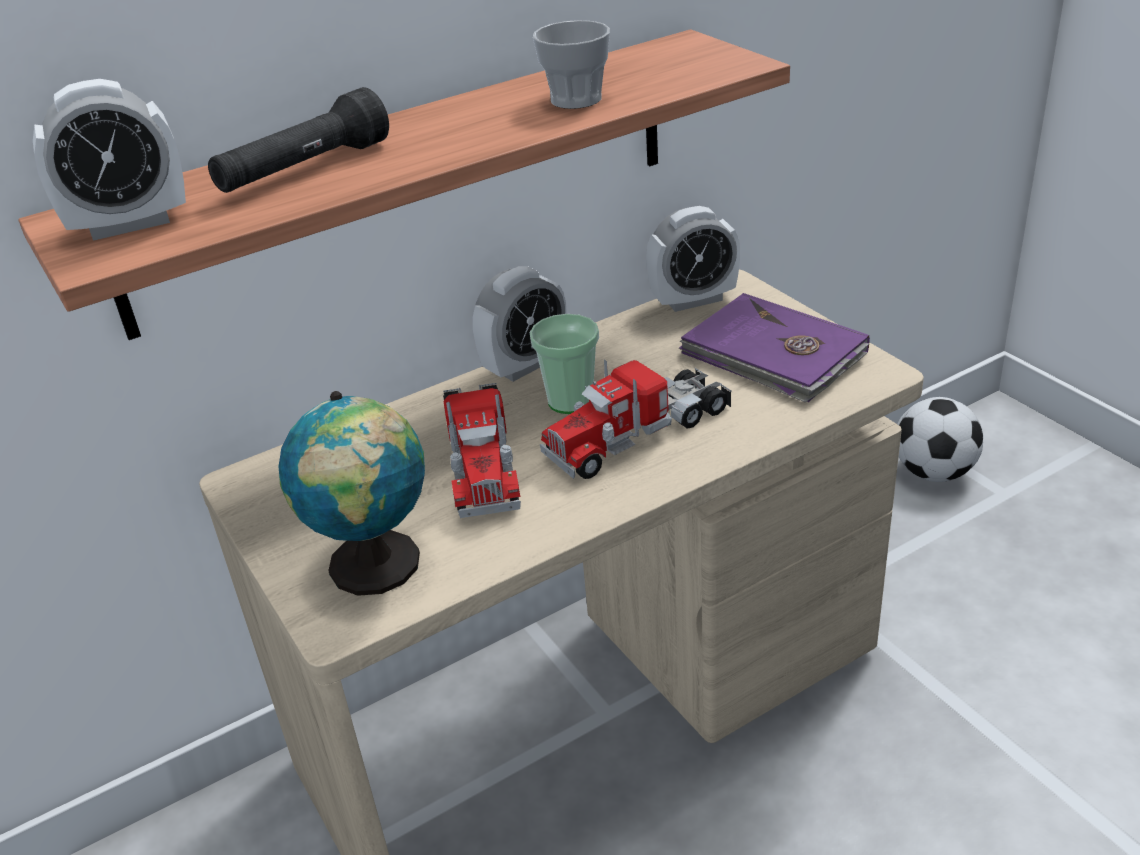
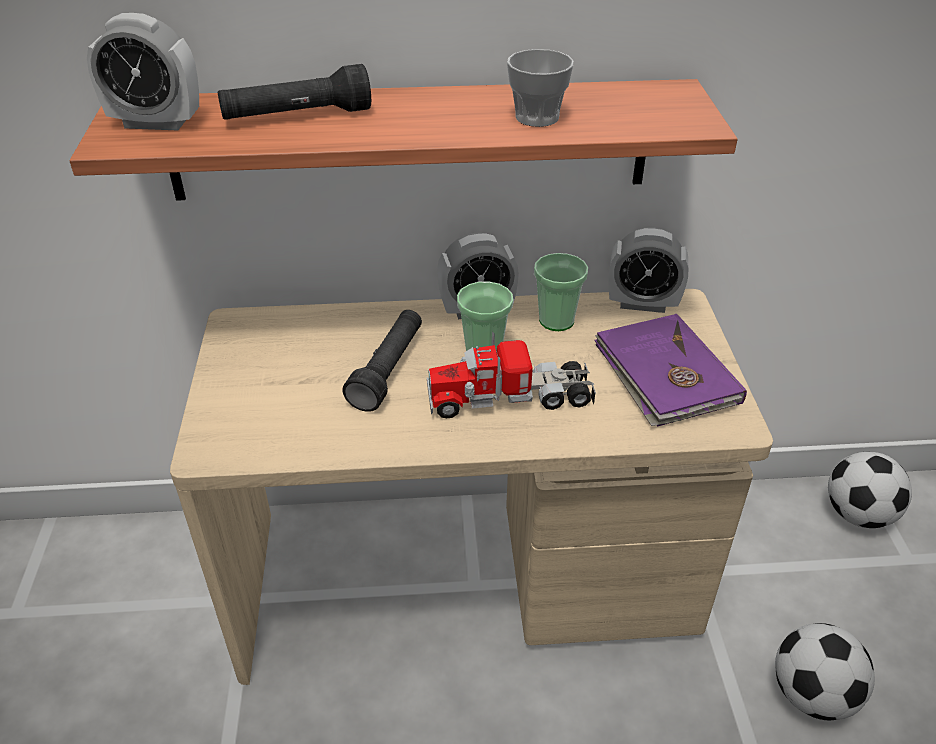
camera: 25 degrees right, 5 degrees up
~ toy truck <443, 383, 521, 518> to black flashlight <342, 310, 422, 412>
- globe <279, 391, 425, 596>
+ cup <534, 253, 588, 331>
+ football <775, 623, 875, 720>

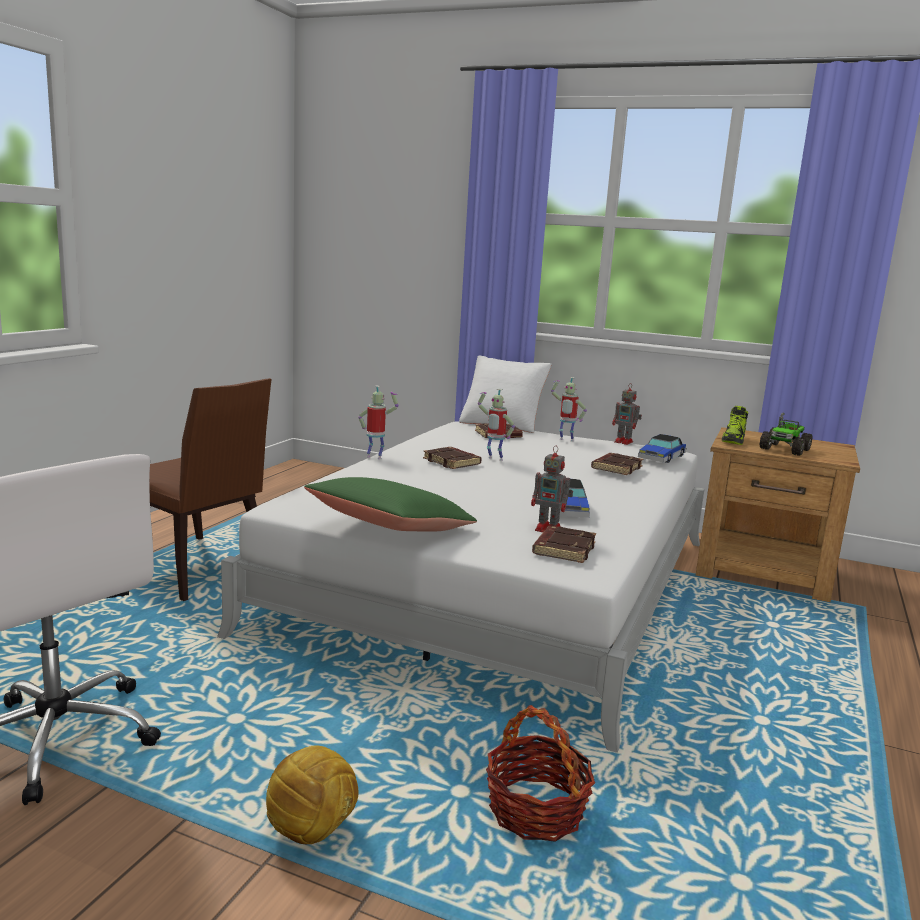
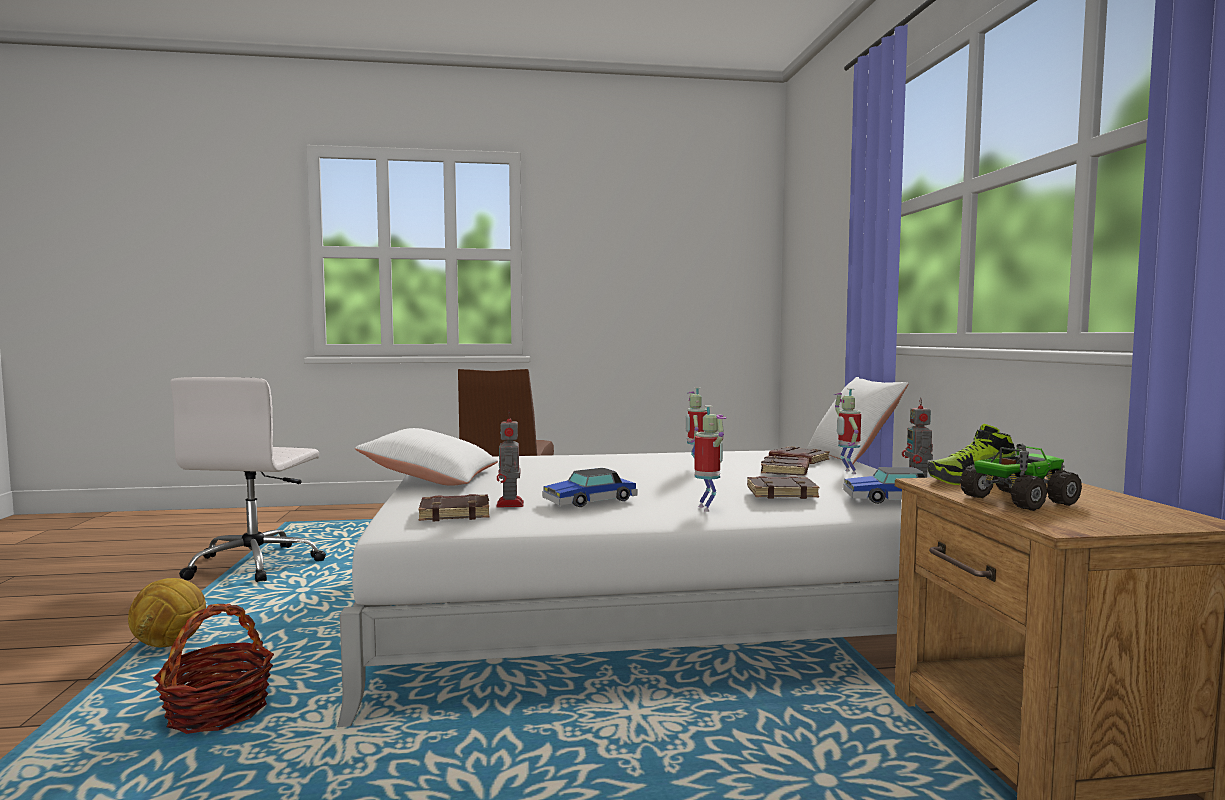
camera: 60 degrees right, 10 degrees down
~ toy robot <358, 385, 399, 459> to <694, 405, 727, 512>
~ toy truck <759, 413, 812, 456> = <960, 444, 1082, 511> 150 degrees clockwise
~ brown book <423, 447, 482, 469> to <761, 455, 809, 476>
~ green pillow <304, 477, 477, 532> to white pillow <355, 428, 498, 486>

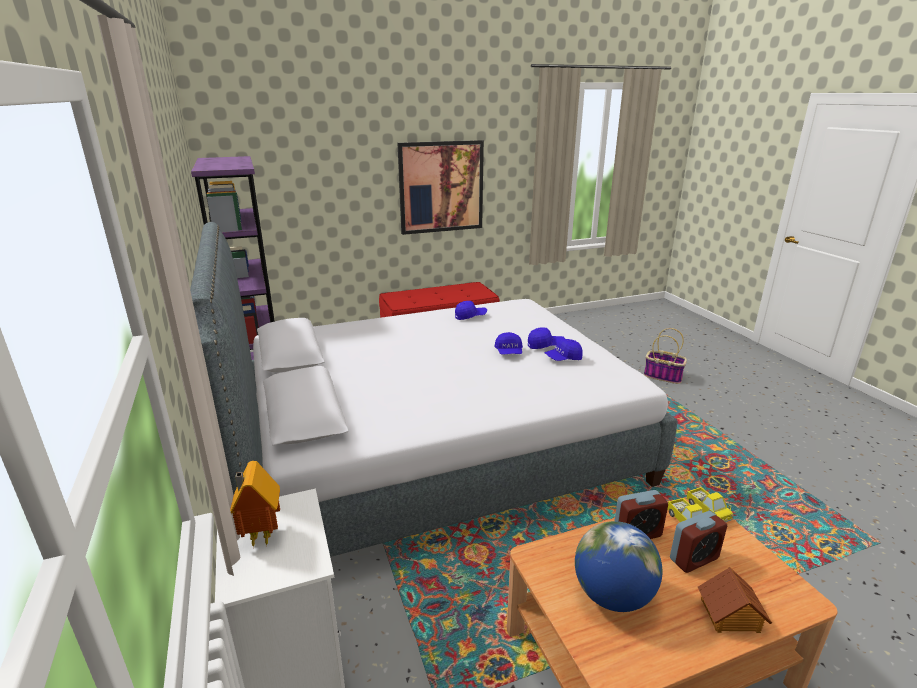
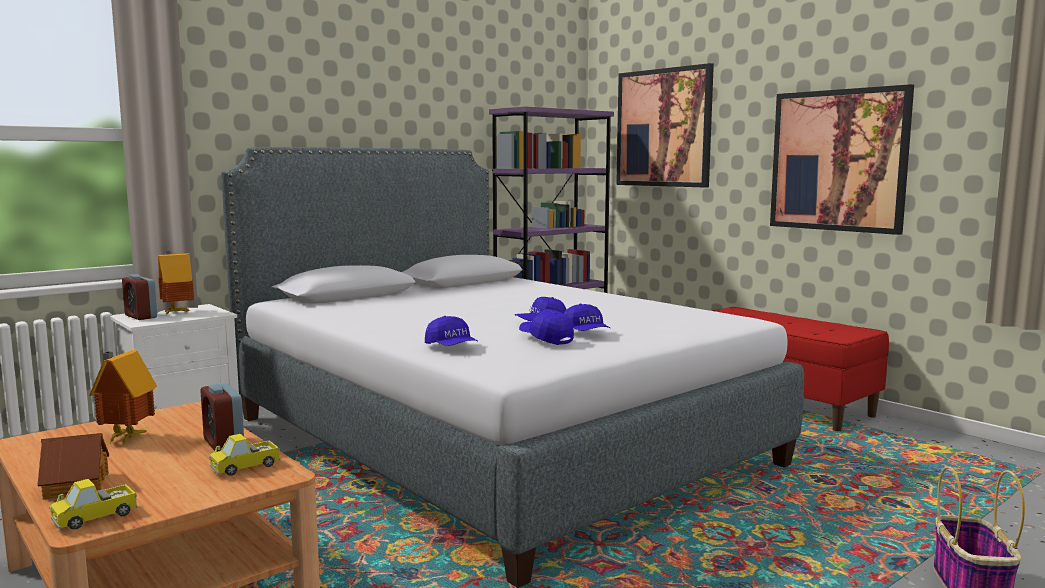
camera: 70 degrees right, 15 degrees down
~ blue cap <455, 301, 487, 320> to <425, 316, 478, 346>
~ toy truck <685, 487, 733, 522> to <50, 479, 138, 530>
~ alarm clock <670, 511, 727, 573> to <122, 274, 157, 320>
~ globe <575, 521, 662, 612> to toy house <89, 350, 157, 444>
+ picture <616, 63, 714, 188>

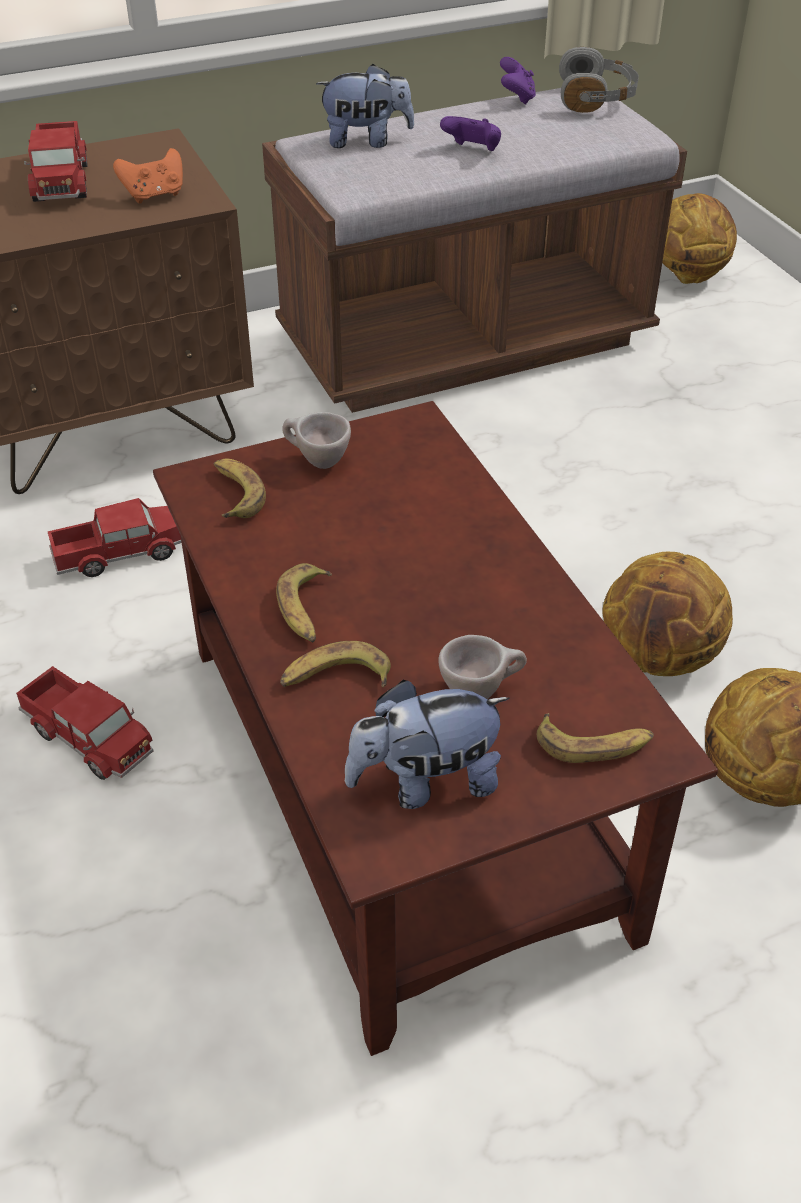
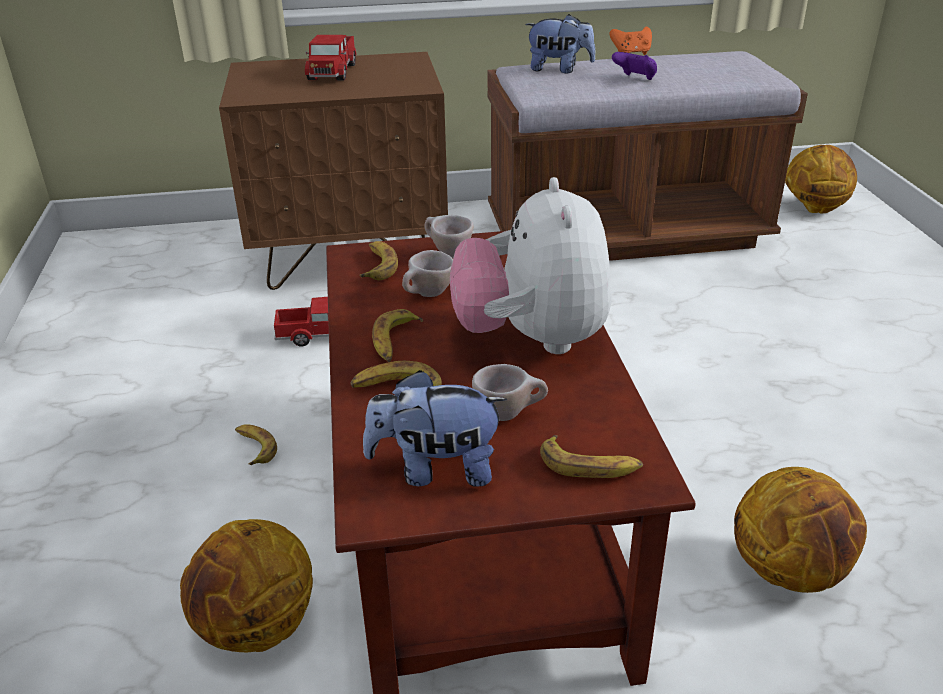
camera: 15 degrees right, 10 degrees down
- grey headphones <559, 47, 639, 113>
- purple game controller <500, 57, 536, 105>
~ orange game controller <113, 148, 183, 204> to <610, 27, 652, 55>
~ basketball <602, 552, 733, 676> to <180, 519, 313, 652>
~ toy truck <16, 666, 153, 780> to banana <235, 424, 277, 465>
+ plush toy <450, 177, 612, 354>
+ beige cup <402, 250, 453, 297>

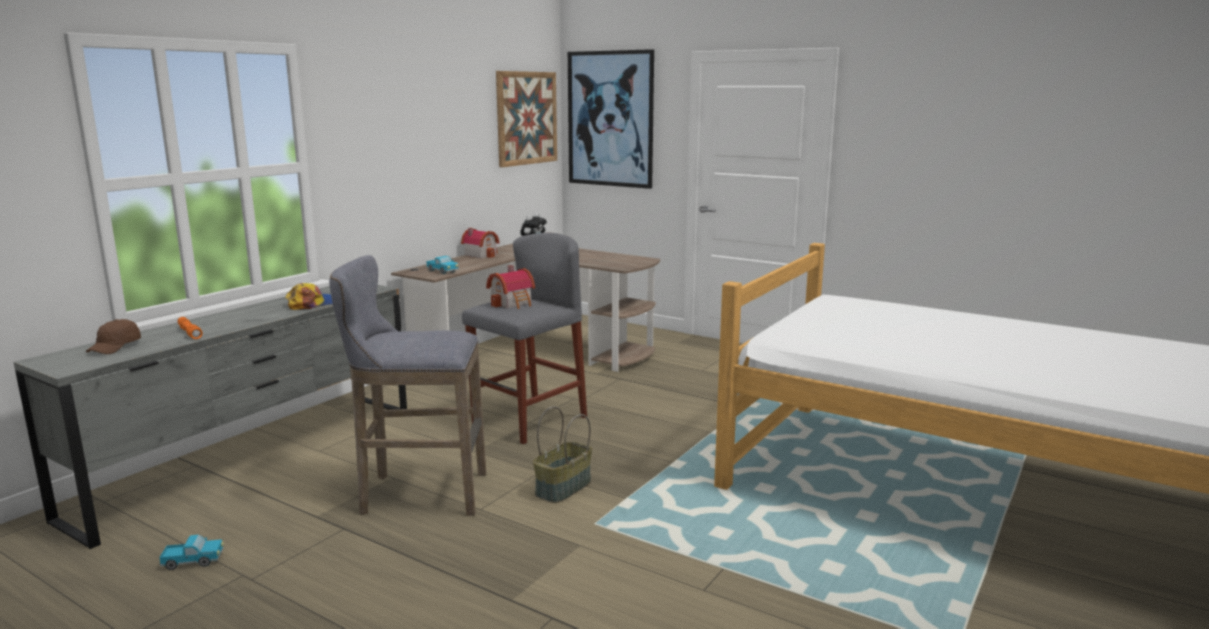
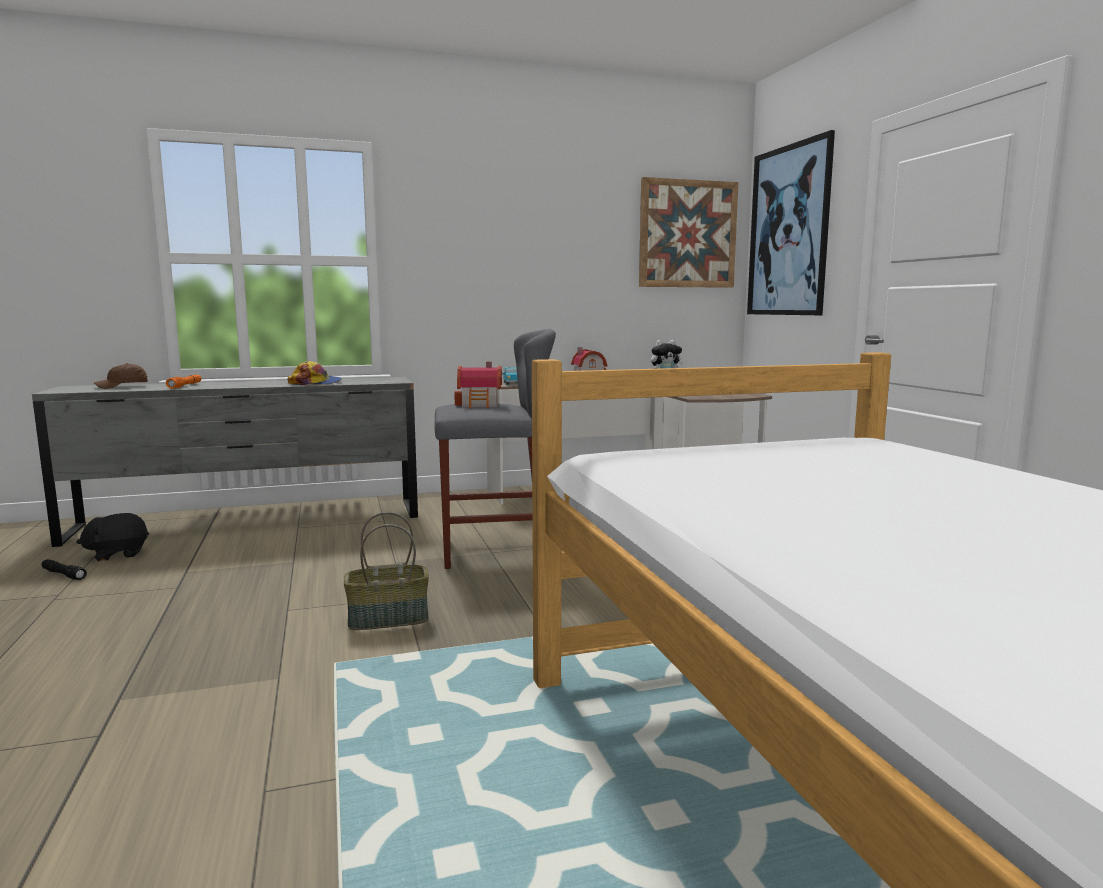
camera: 40 degrees right, 5 degrees down
- grey stool <329, 255, 486, 516>
~ toy truck <159, 535, 224, 570> to black flashlight <41, 559, 87, 580>
+ black plush toy <77, 513, 149, 562>

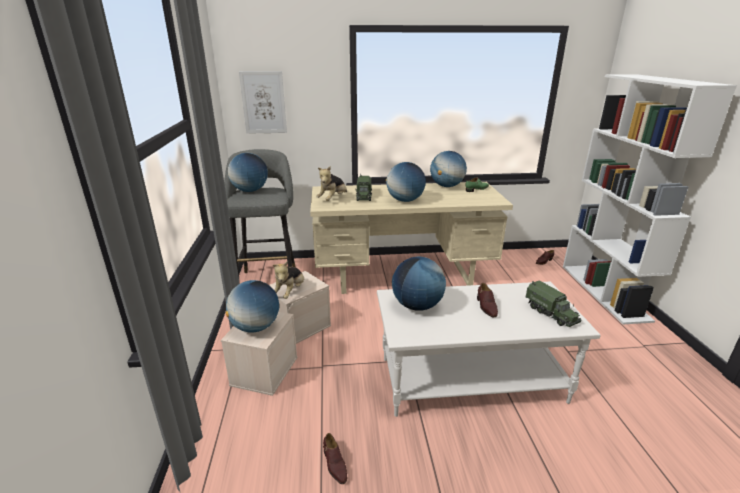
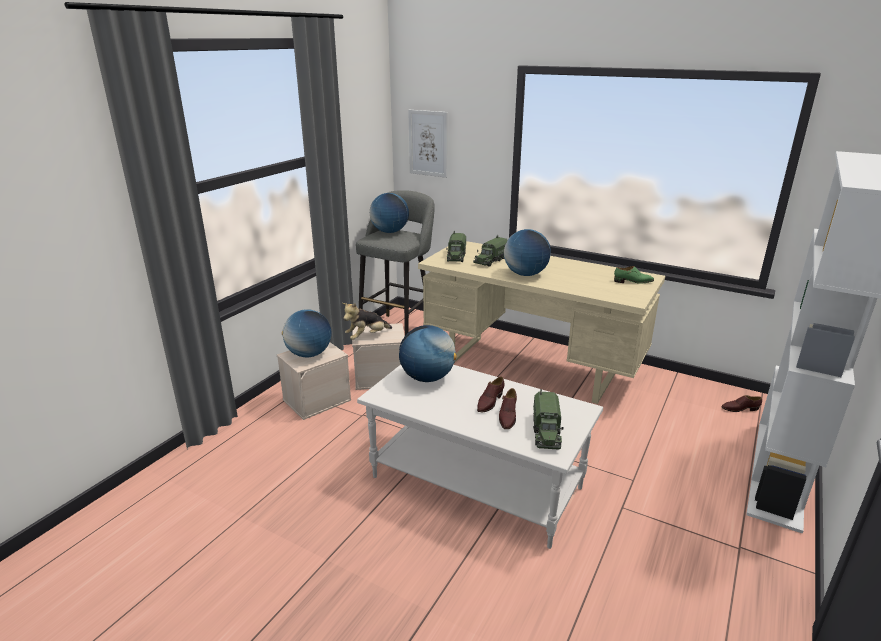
camera: 35 degrees right, 0 degrees up
- globe <430, 151, 467, 187>
~ plush toy <316, 166, 347, 201> to toy truck <446, 231, 466, 262>
~ brown shoe <323, 433, 347, 484> to <499, 388, 517, 429>

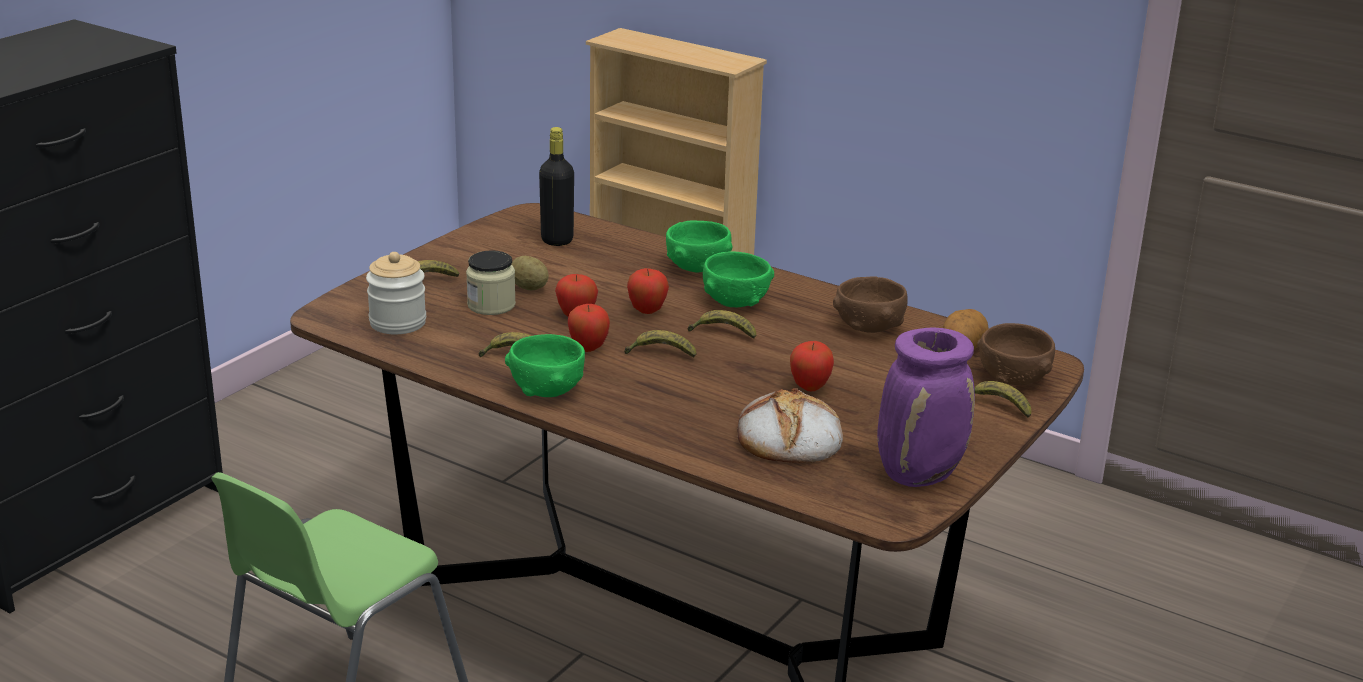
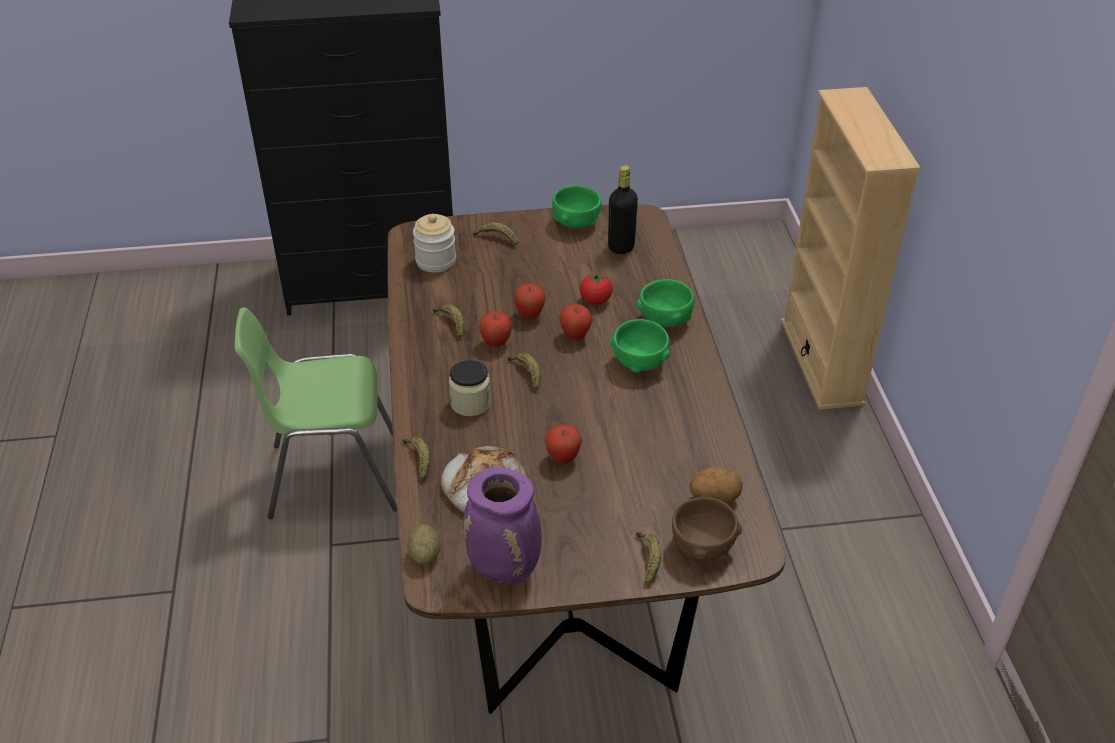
camera: 50 degrees right, 15 degrees up
~ jar <466, 250, 516, 315> to <449, 360, 491, 416>
~ potato <511, 256, 549, 290> to <407, 524, 440, 565>
- brown bowl <833, 276, 908, 333>
~ banana <688, 310, 756, 339> to <402, 437, 430, 479>
~ green bowl <505, 334, 585, 397> to <552, 186, 602, 229>
+ tomato <580, 271, 612, 305>

